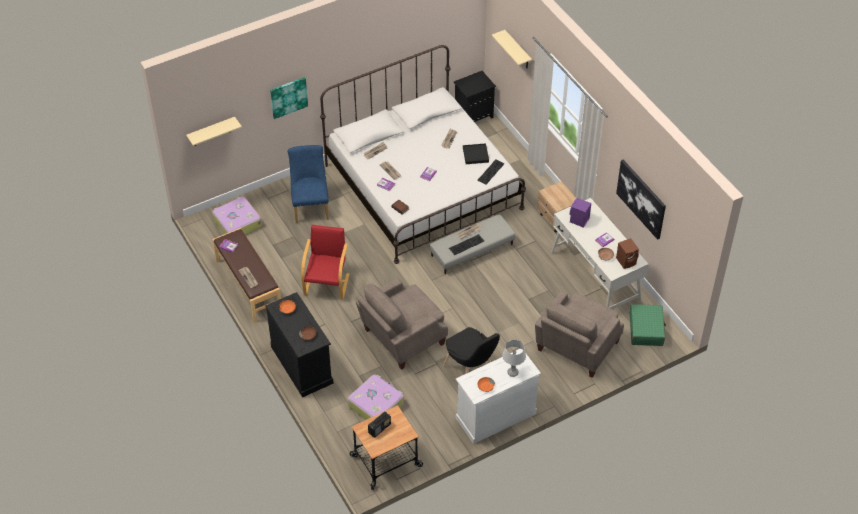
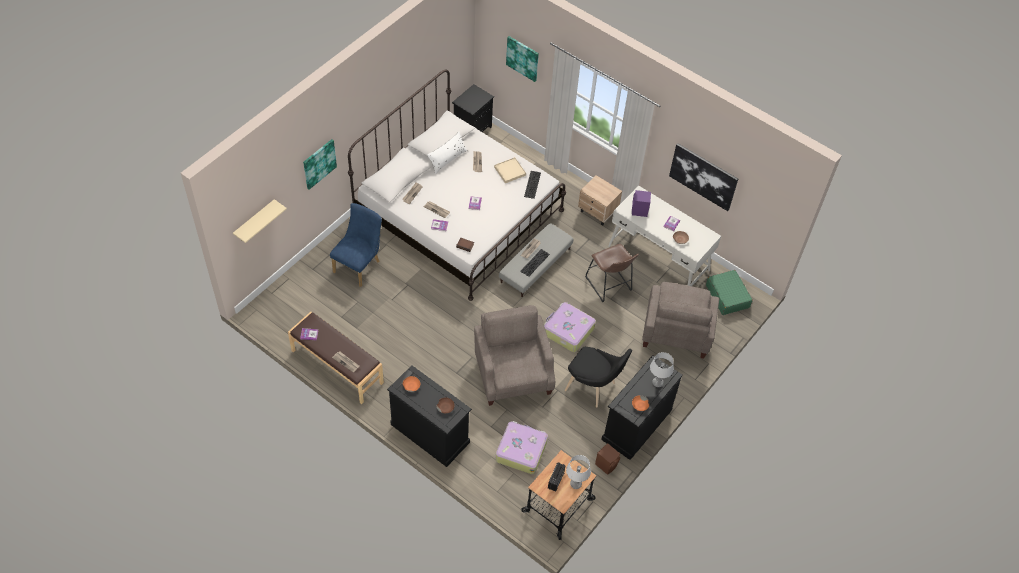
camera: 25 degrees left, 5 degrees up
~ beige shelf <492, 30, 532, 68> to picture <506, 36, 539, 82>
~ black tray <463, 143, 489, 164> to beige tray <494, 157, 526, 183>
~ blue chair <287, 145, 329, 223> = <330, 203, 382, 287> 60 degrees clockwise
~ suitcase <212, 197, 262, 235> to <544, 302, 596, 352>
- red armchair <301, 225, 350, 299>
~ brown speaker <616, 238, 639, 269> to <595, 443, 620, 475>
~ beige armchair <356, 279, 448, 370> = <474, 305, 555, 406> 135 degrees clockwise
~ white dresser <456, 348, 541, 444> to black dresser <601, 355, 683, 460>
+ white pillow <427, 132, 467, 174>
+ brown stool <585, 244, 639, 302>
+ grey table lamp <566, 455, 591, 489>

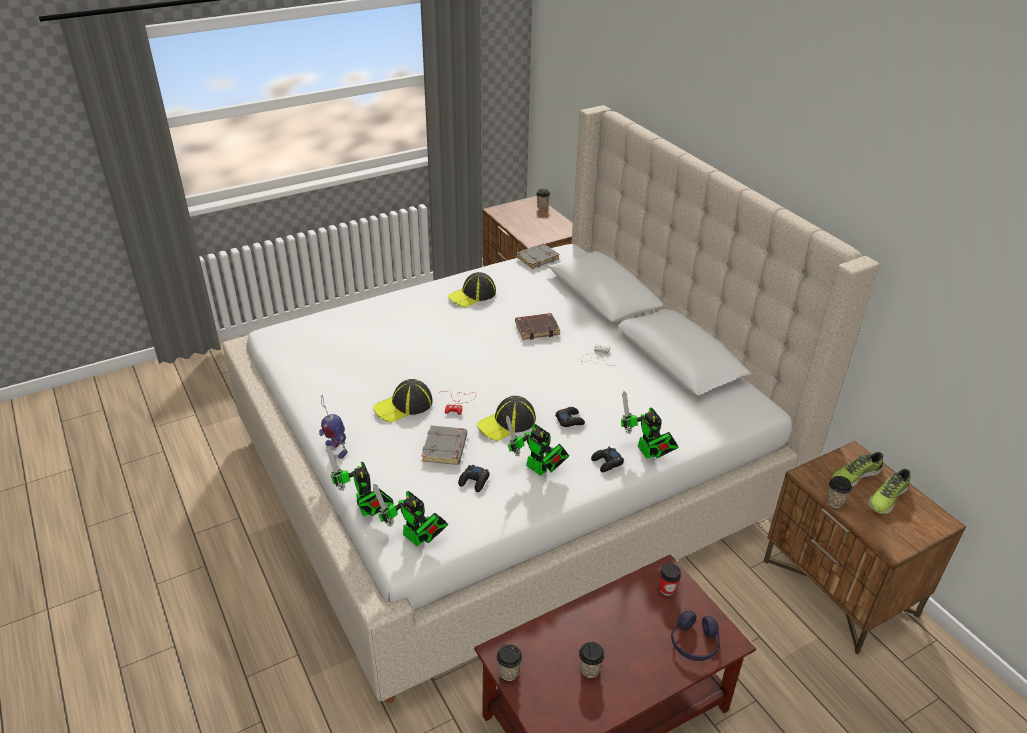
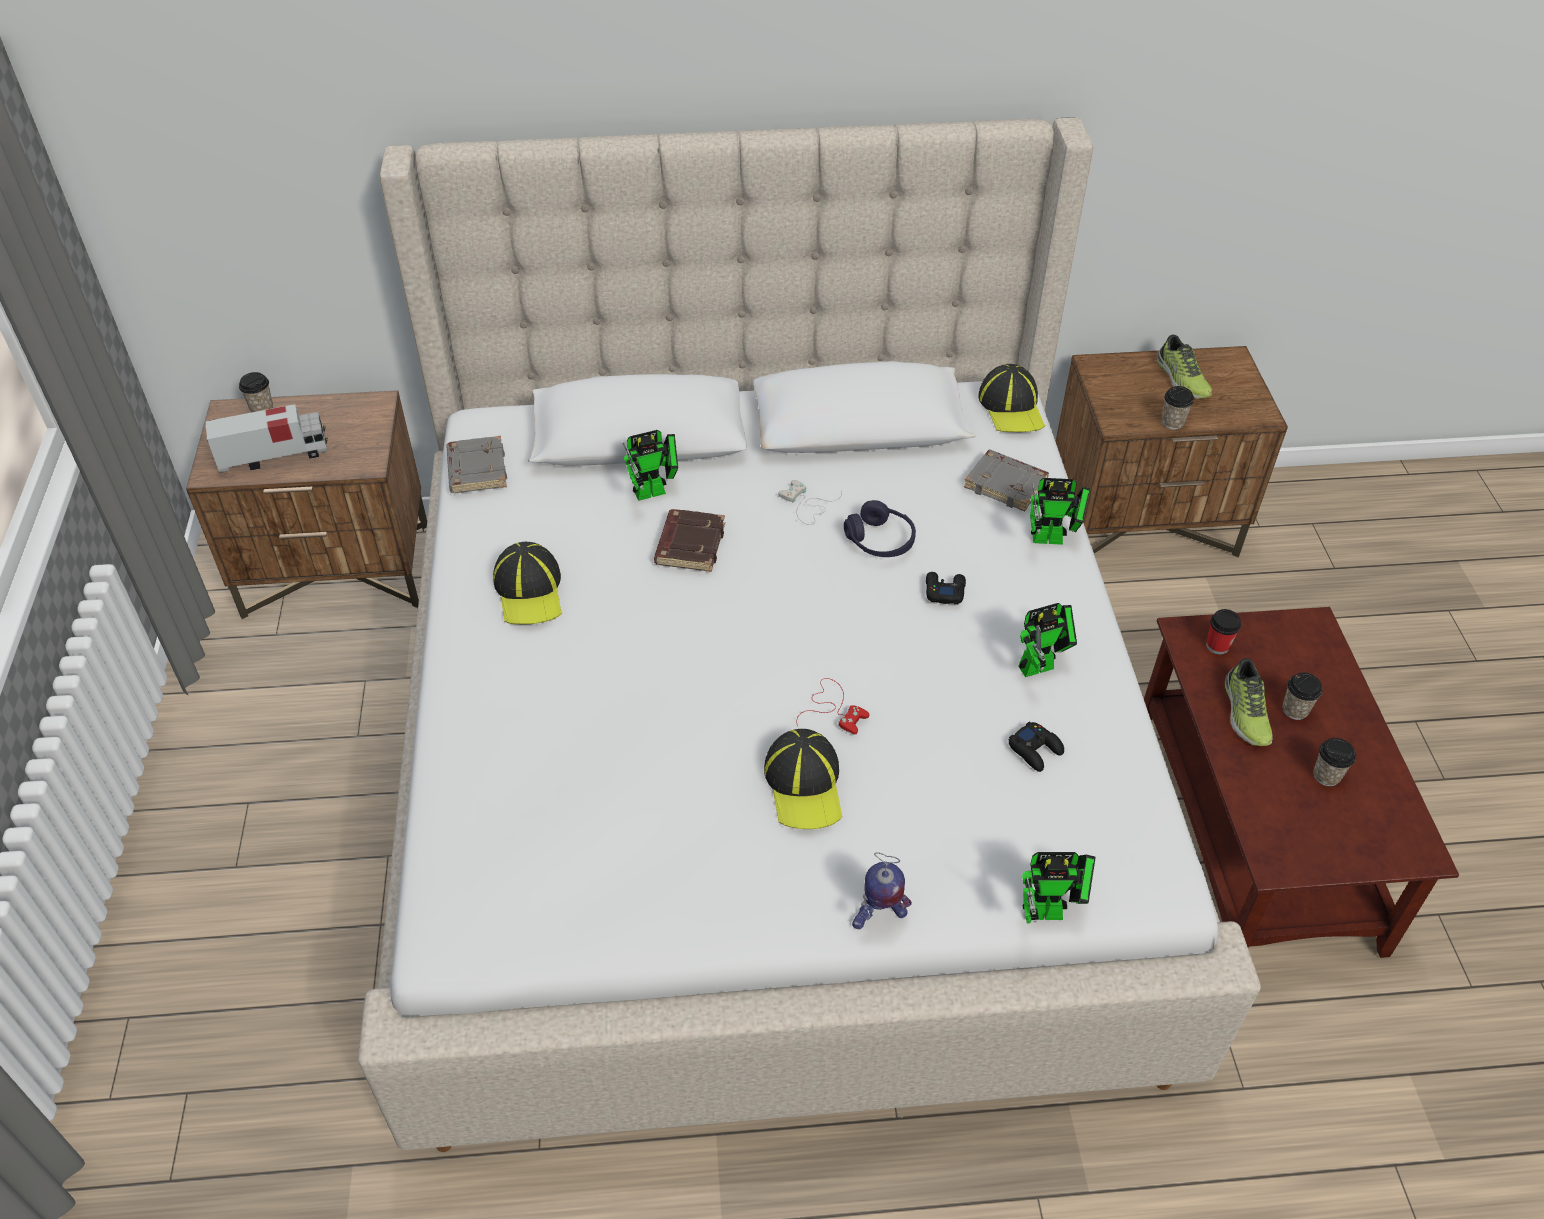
camera: 65 degrees left, 10 degrees up
~ cap <477, 396, 536, 441> to <978, 364, 1045, 432>
~ grey book <421, 425, 467, 465> to <964, 449, 1049, 512>
- black game controller <591, 446, 624, 472>
~ shoe <831, 452, 883, 487> to <1225, 658, 1273, 746>
~ toy robot <373, 484, 448, 546> to <623, 430, 678, 501>
~ purple headphones <671, 611, 720, 661> to <844, 500, 916, 557>
~ cup <497, 644, 522, 681> to <1282, 672, 1322, 720>
+ toy truck <205, 404, 328, 473>

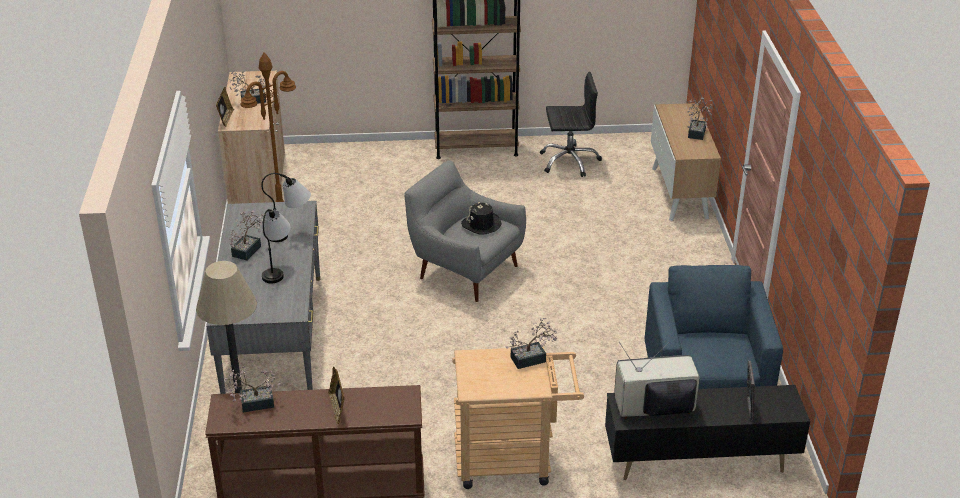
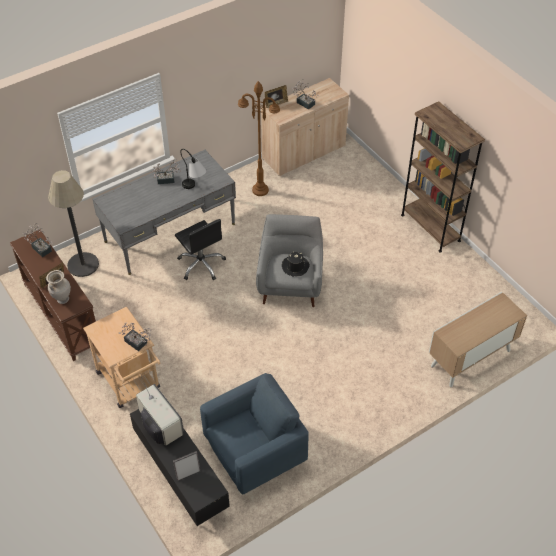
camera: 60 degrees right, 15 degrees up
~ black office chair <540, 72, 602, 177> to <175, 219, 226, 280>
- potted plant <686, 98, 713, 140>
- table lamp <262, 209, 291, 283>
+ beige vase <46, 270, 71, 304>

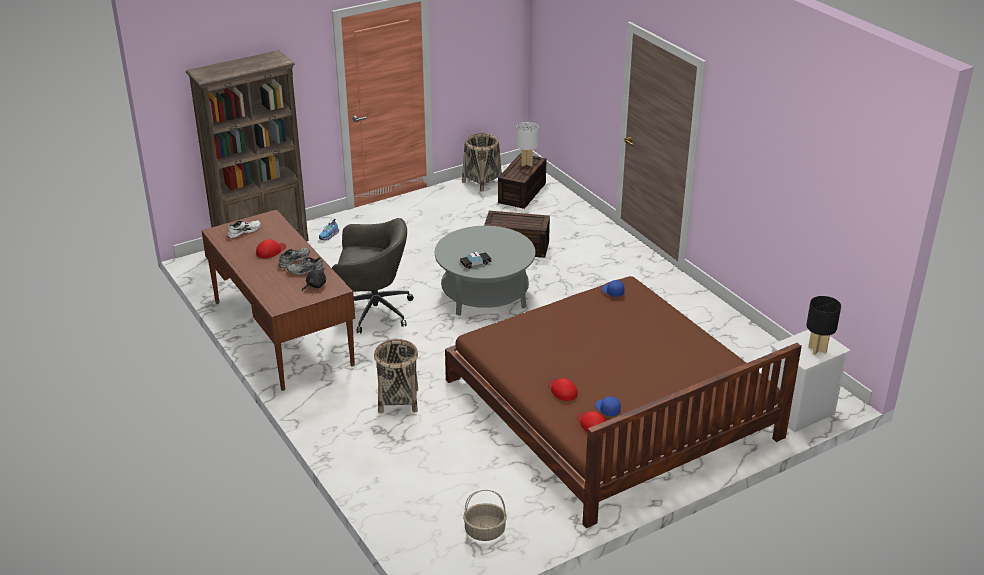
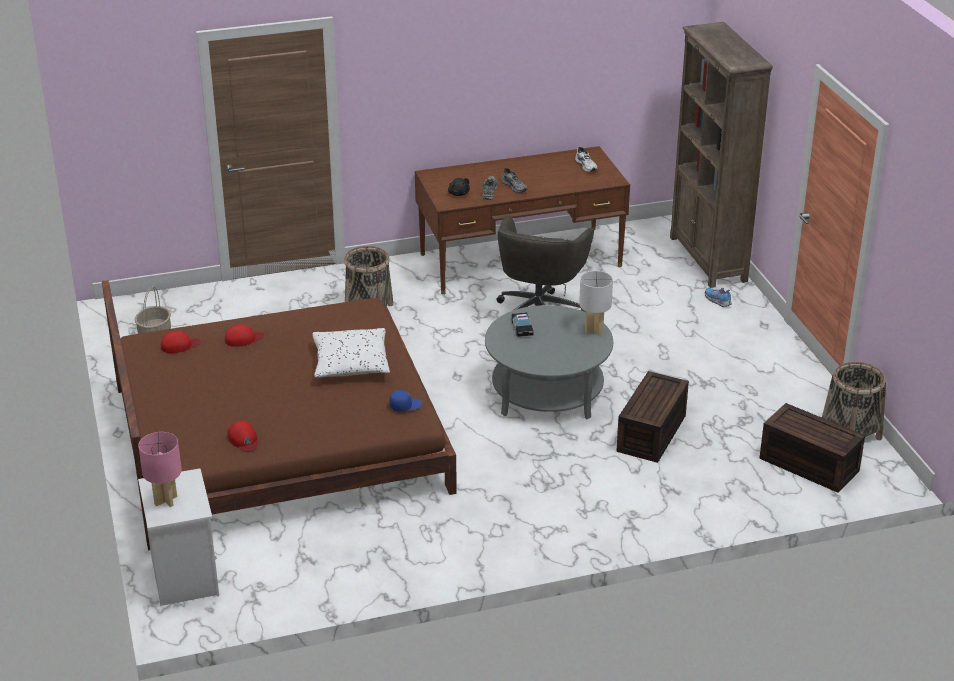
camera: 105 degrees right, 0 degrees up
~ white table lamp <516, 122, 539, 166> to <579, 271, 613, 336>
~ red cap <256, 239, 286, 258> to <228, 421, 258, 452>
~ black table lamp <806, 296, 841, 355> to pink table lamp <138, 432, 182, 507>
- blue cap <595, 396, 621, 416>
+ white pillow <313, 328, 390, 378>

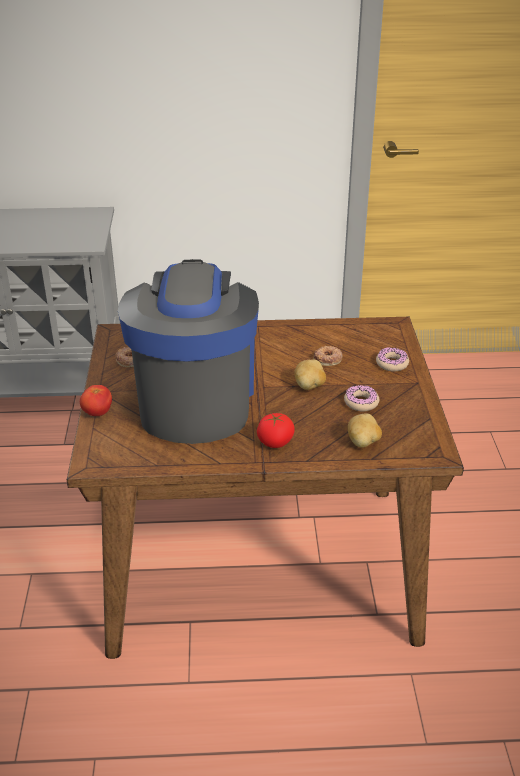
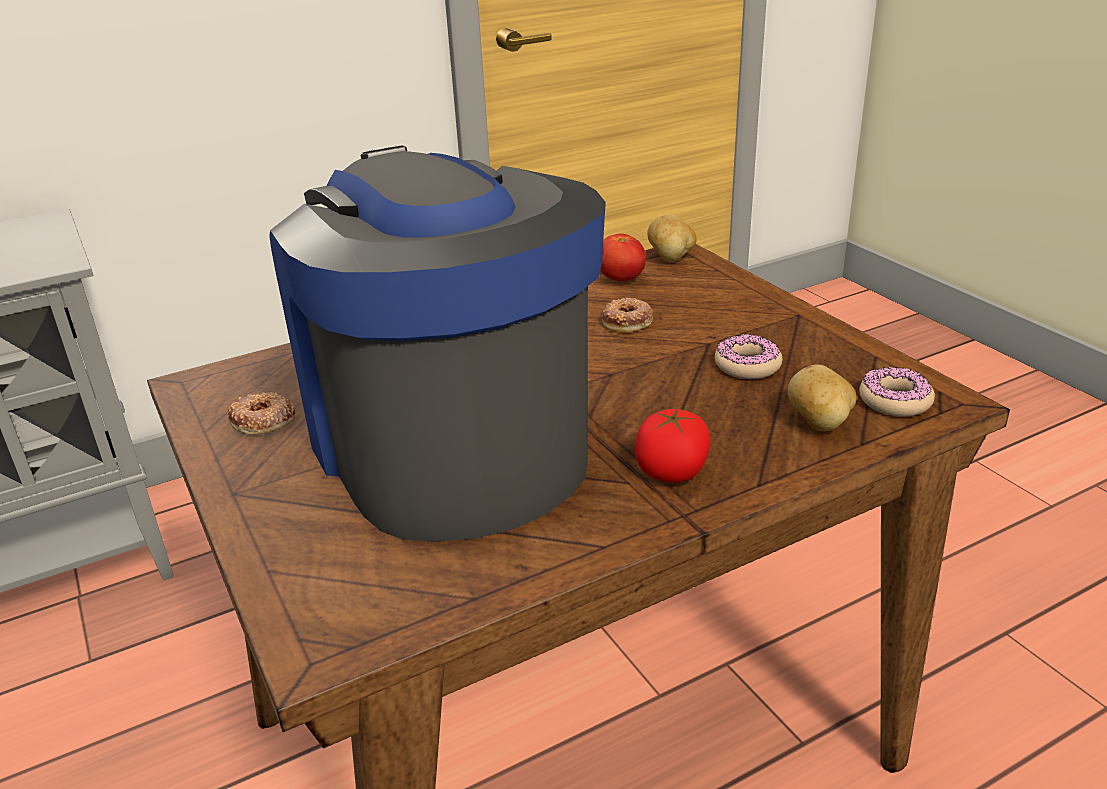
camera: 25 degrees left, 5 degrees down
~ donut <376, 347, 409, 372> to <859, 367, 935, 417>
~ potato <294, 359, 326, 390> to <647, 215, 697, 262>
~ tomato <80, 385, 112, 416> to <600, 234, 646, 281>

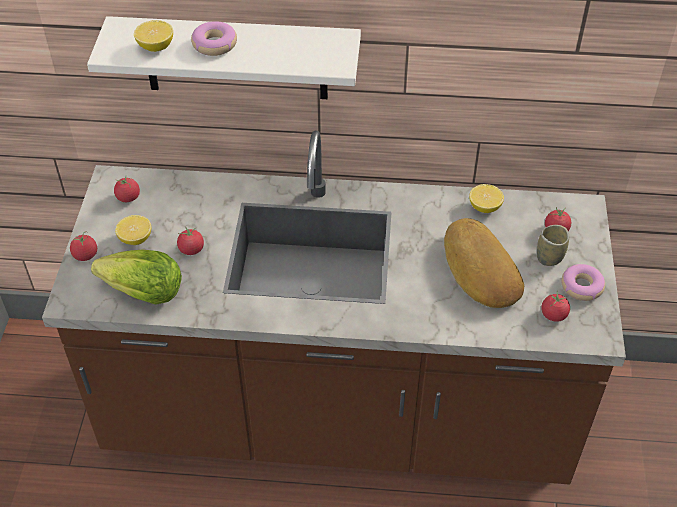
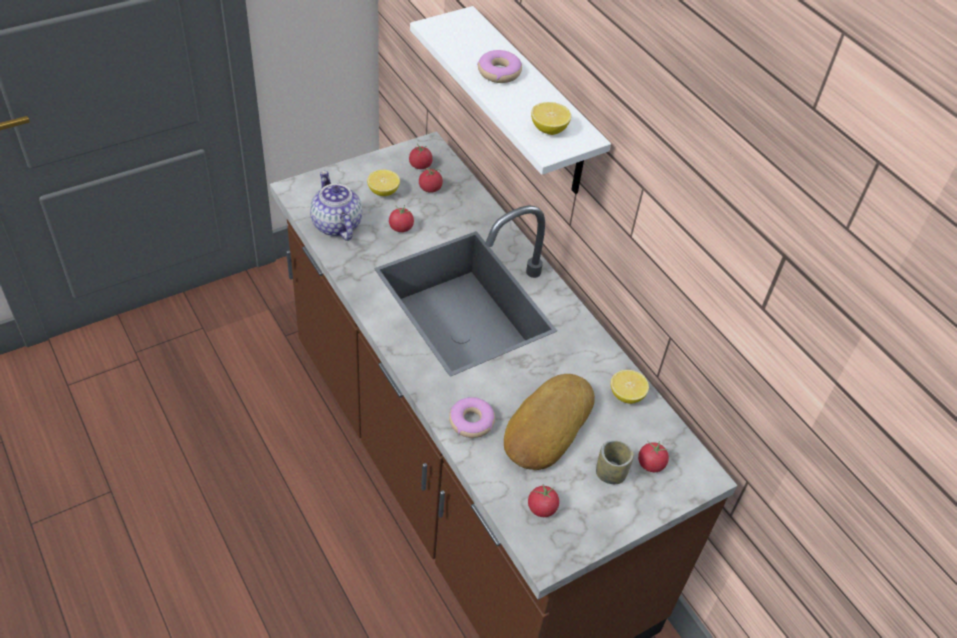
camera: 50 degrees right, 0 degrees up
~ lemon <134, 20, 173, 52> to <531, 102, 571, 135>
~ tomato <70, 231, 97, 261> to <419, 167, 443, 193>
~ lettuce <91, 250, 182, 305> to teapot <310, 170, 362, 241>
~ donut <561, 264, 605, 301> to <449, 397, 495, 438>

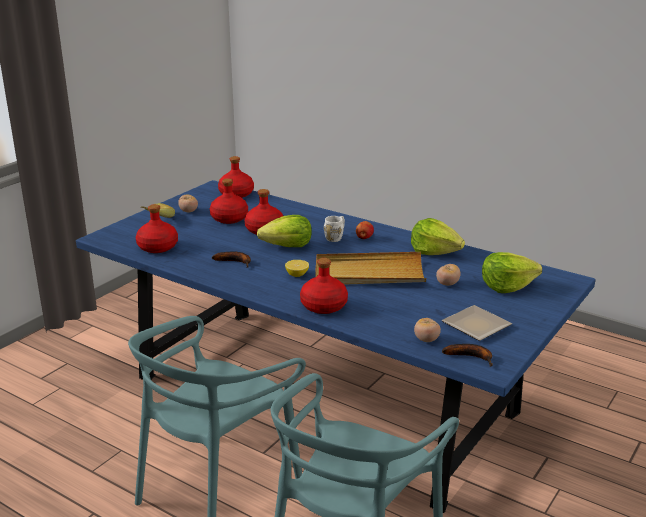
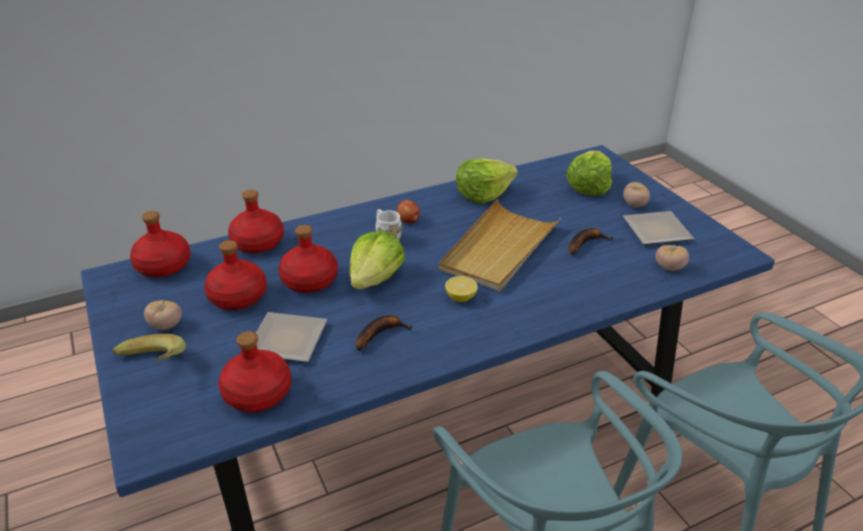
camera: 60 degrees left, 10 degrees up
~ red bottle <300, 258, 348, 314> to <228, 190, 284, 253>
~ tomato <436, 264, 460, 286> to <623, 182, 650, 207>
~ banana <442, 344, 493, 367> to <569, 228, 613, 255>
+ plate <256, 312, 327, 362>

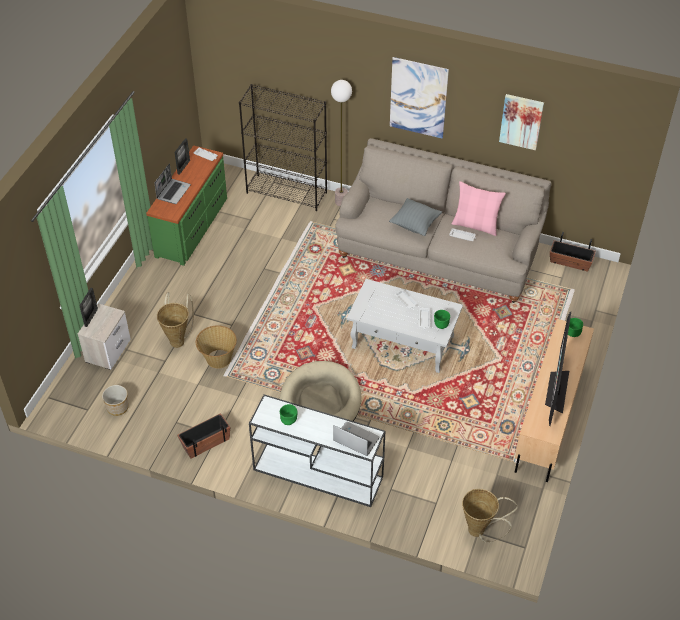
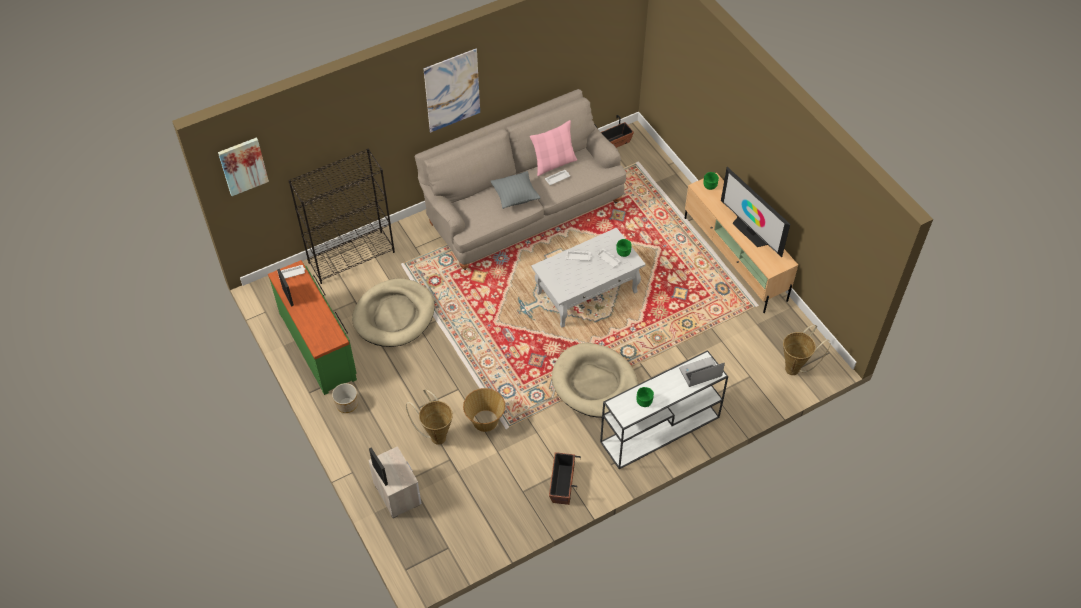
camera: 50 degrees left, 5 degrees up
- floor lamp <331, 80, 352, 206>
~ picture <499, 94, 544, 150> to <218, 138, 269, 196>
- laptop <154, 163, 191, 204>
~ planter <102, 385, 129, 416> to <332, 383, 358, 413>
+ beige dog bed <352, 278, 435, 347>

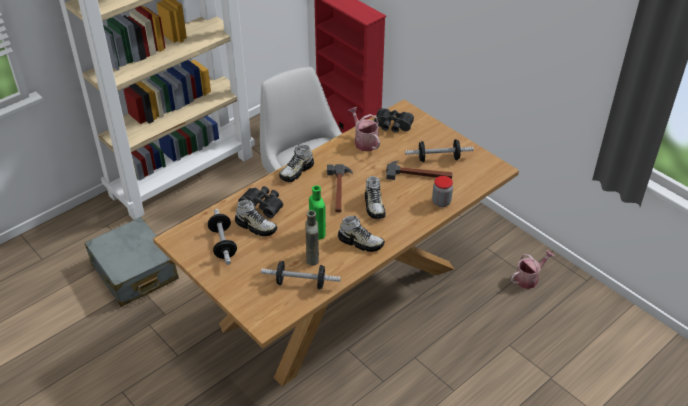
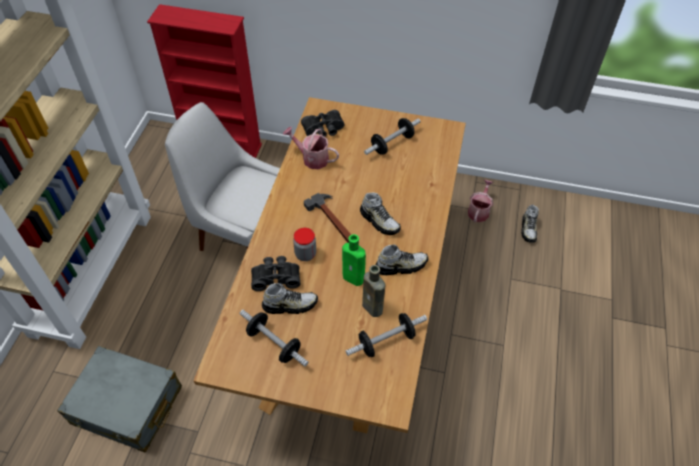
camera: 35 degrees left, 10 degrees up
~ shoe <279, 145, 314, 182> to <521, 205, 539, 243>
- hammer <386, 160, 453, 180>
~ jar <432, 176, 453, 207> to <293, 228, 316, 261>

